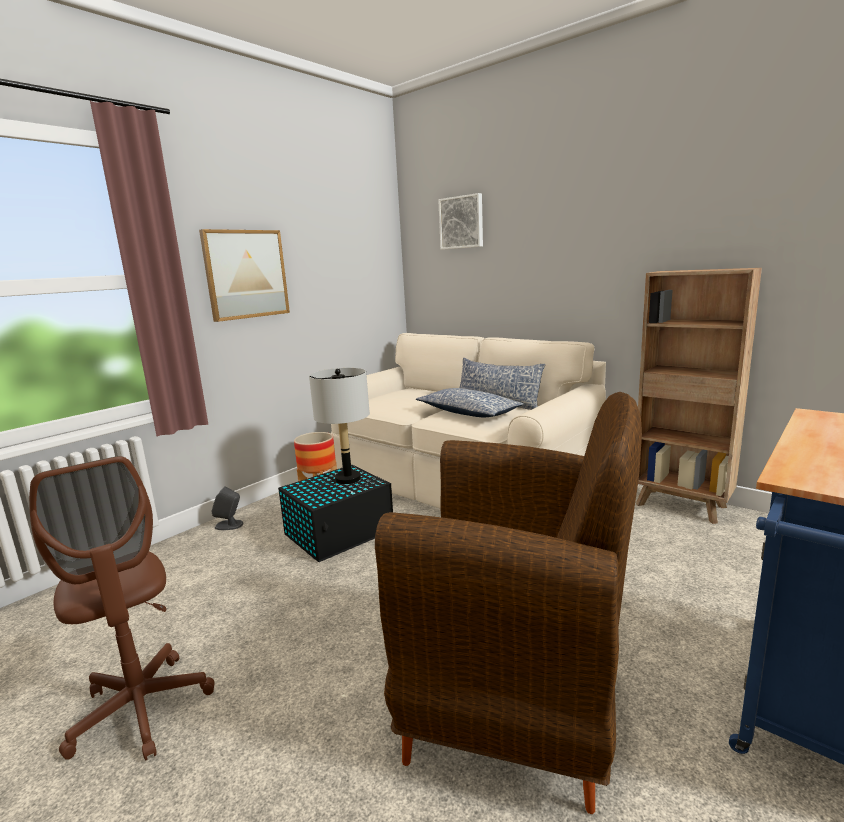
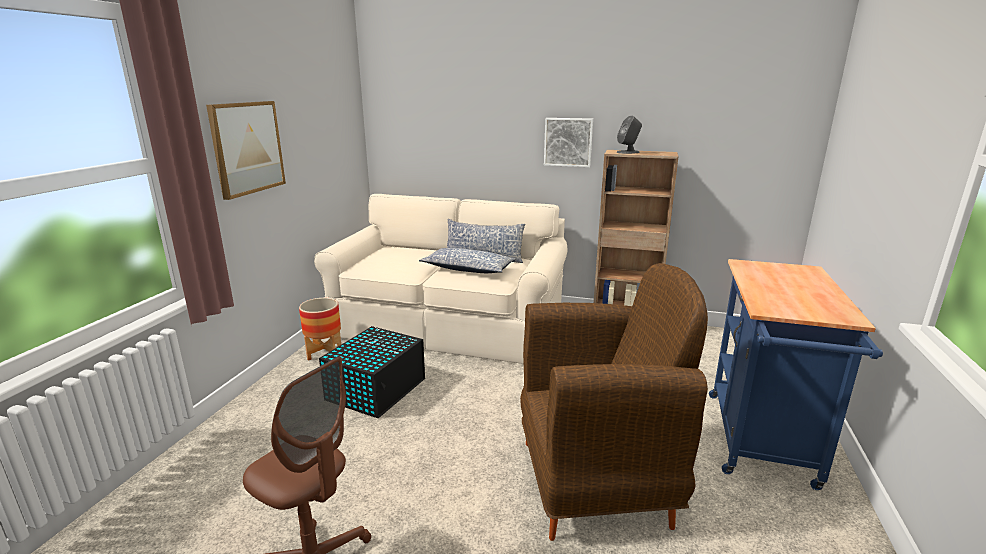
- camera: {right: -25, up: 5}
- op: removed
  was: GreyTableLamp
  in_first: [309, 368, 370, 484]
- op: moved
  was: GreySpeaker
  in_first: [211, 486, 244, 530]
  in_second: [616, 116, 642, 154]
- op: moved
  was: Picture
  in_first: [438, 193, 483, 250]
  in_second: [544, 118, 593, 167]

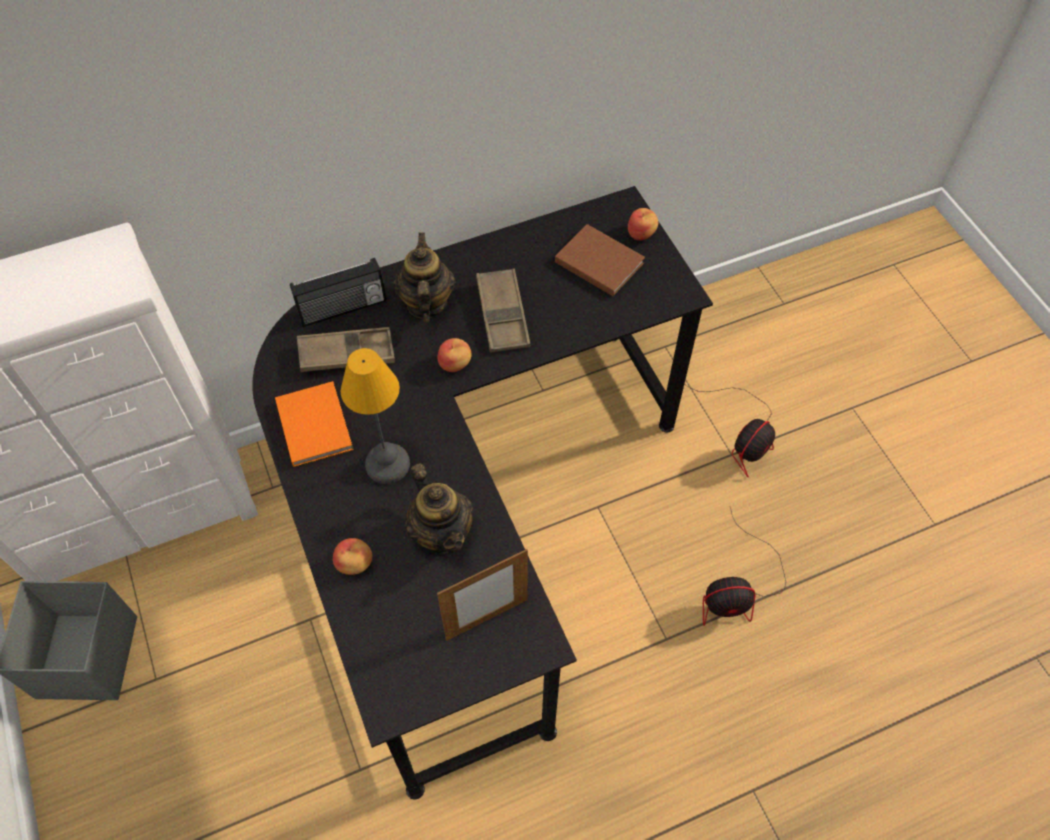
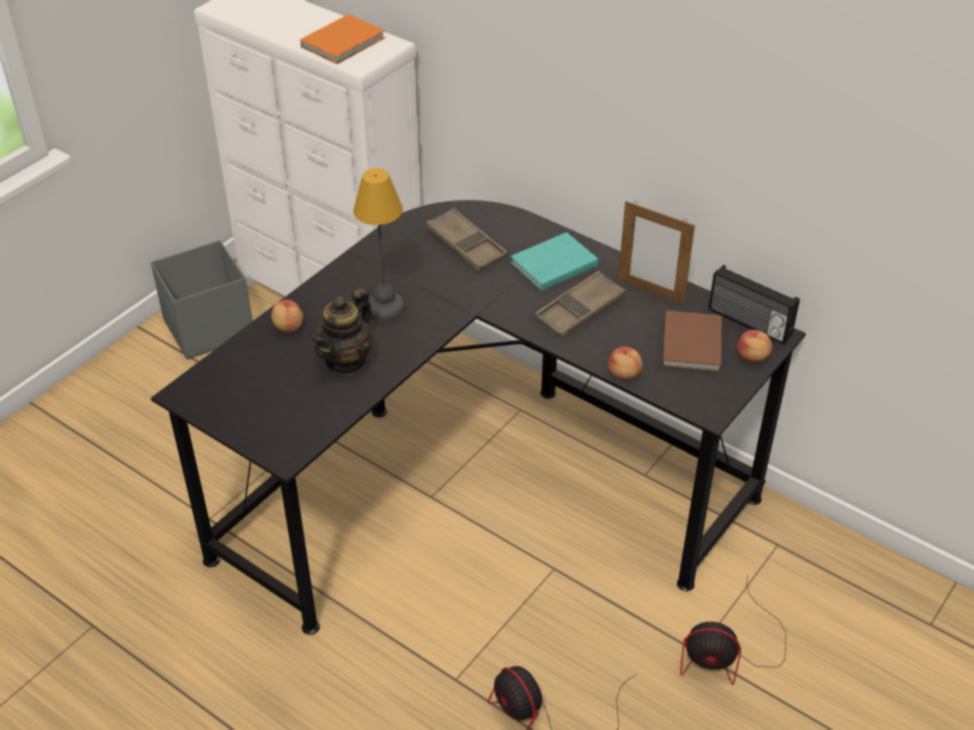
- camera: {right: 60, up: -15}
- op: moved
  was: OrangeBook
  in_first: [275, 381, 354, 467]
  in_second: [300, 14, 385, 64]
- op: moved
  was: Radio
  in_first: [290, 258, 387, 327]
  in_second: [708, 265, 800, 344]
- op: moved
  was: Apple
  in_first: [437, 338, 471, 372]
  in_second: [608, 347, 643, 380]
- op: moved
  was: PictureFrame
  in_first: [437, 549, 528, 641]
  in_second: [618, 201, 695, 305]
- op: replaced
  was: Teapot
  now: TurquoiseBook
  in_first: [393, 232, 456, 323]
  in_second: [511, 232, 598, 291]

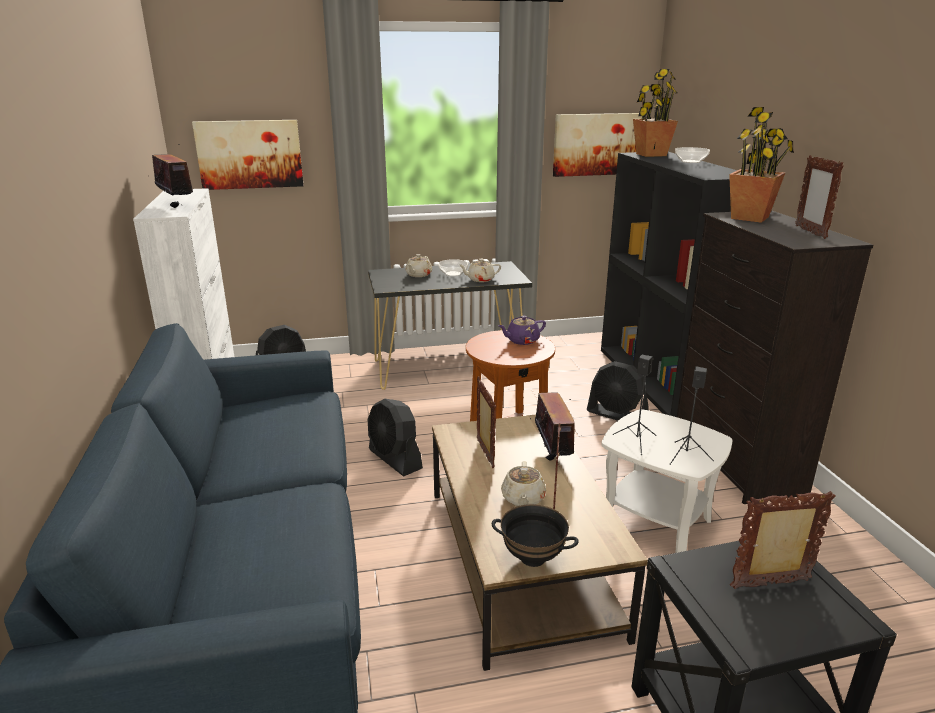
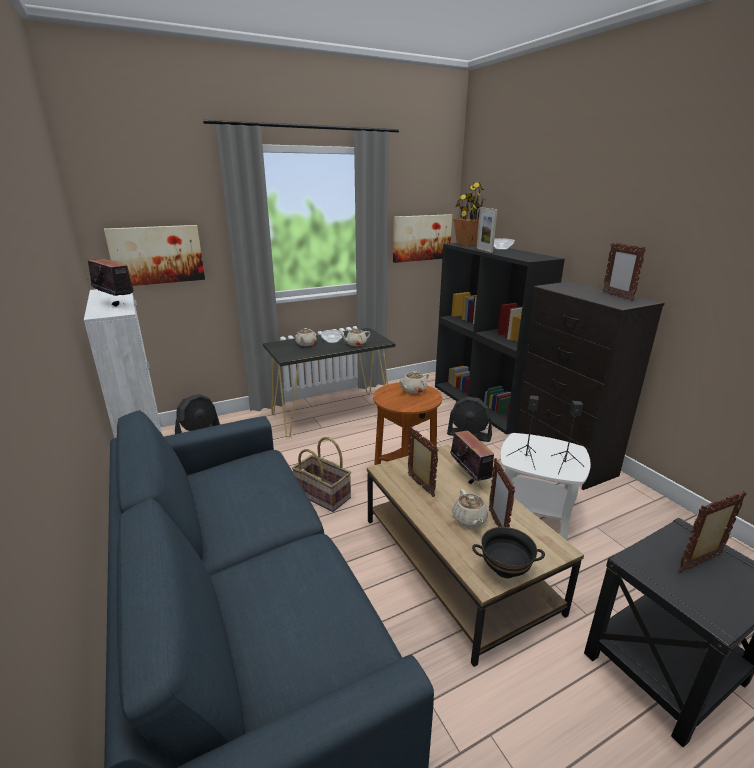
- camera: {right: -15, up: 0}
- op: removed
  was: PottedPlant
  in_first: [729, 107, 794, 223]
- op: added
  now: PictureFrame
  in_second: [476, 207, 497, 253]
- op: replaced
  was: BlackFan
  now: Basket
  in_first: [368, 399, 423, 476]
  in_second: [292, 437, 351, 512]
- op: recoloured
  was: PurpleTeapot
  now: BeigeTeapot
  in_first: [498, 316, 546, 345]
  in_second: [398, 371, 429, 394]

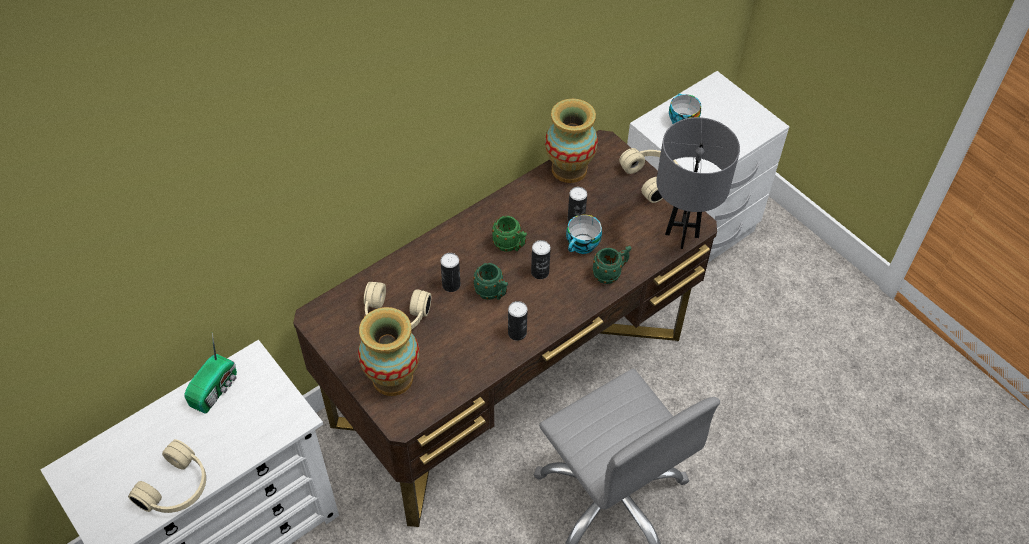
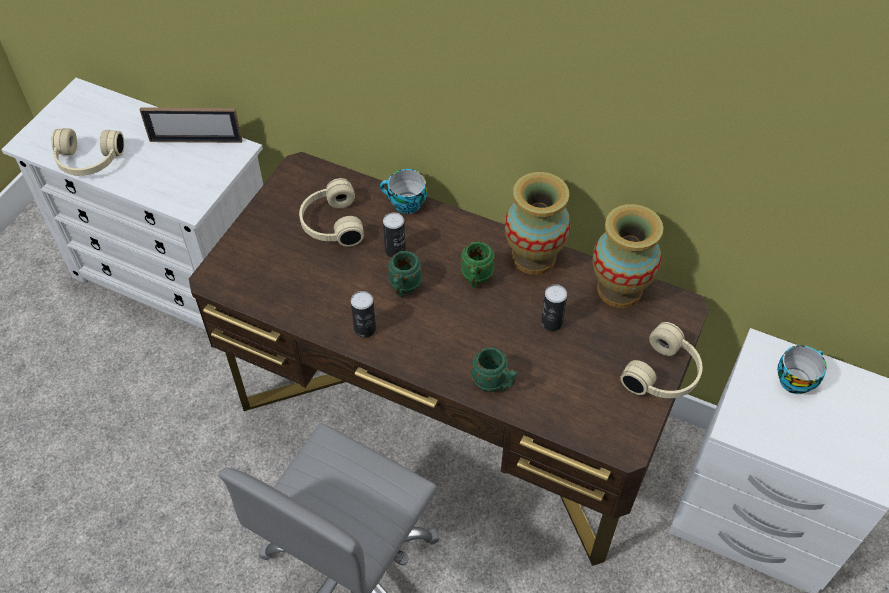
- camera: {right: 65, up: 0}
- op: removed
  was: Can
  in_first: [531, 240, 551, 279]
- op: removed
  was: GreyTableLamp
  in_first: [656, 117, 740, 249]
- op: moved
  was: Vase
  in_first: [358, 307, 420, 396]
  in_second: [505, 172, 571, 275]
- op: moved
  was: Cup
  in_first: [566, 214, 602, 254]
  in_second: [380, 169, 427, 214]
- op: replaced
  was: Radio
  now: PictureFrame
  in_first: [184, 333, 237, 413]
  in_second: [140, 107, 242, 143]

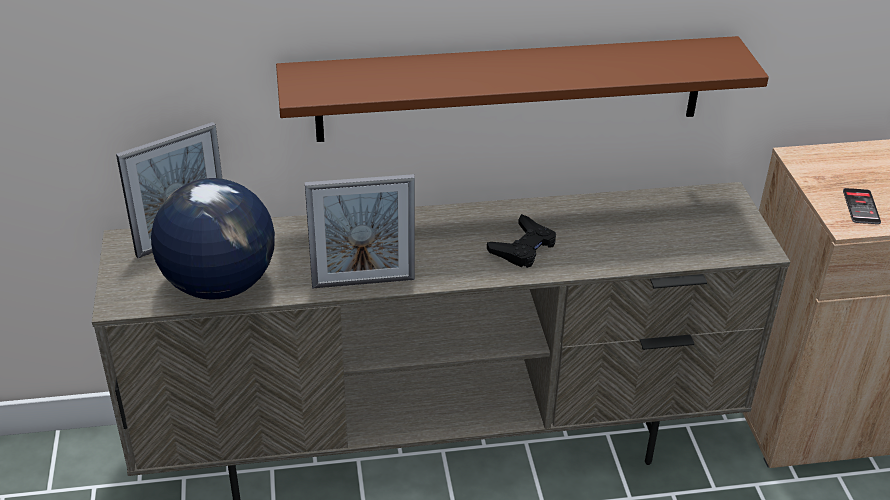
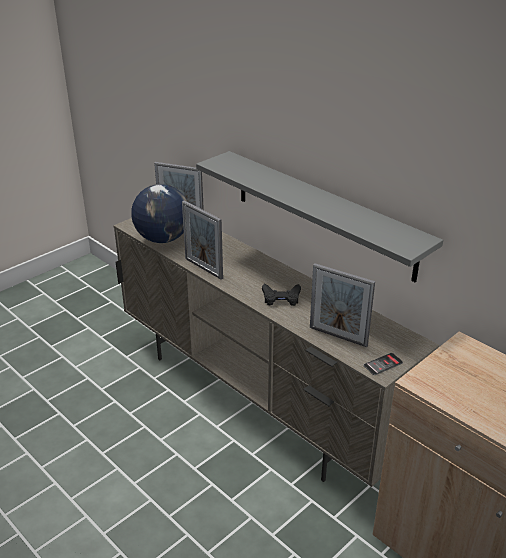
- camera: {right: 55, up: -5}
- op: added
  now: PictureFrame
  in_second: [310, 263, 375, 347]
- op: moved
  was: Phone
  in_first: [843, 188, 881, 224]
  in_second: [363, 353, 403, 375]
- op: recoloured
  was: BrownShelf
  now: GreyShelf
  in_first: [276, 36, 769, 142]
  in_second: [196, 151, 443, 283]

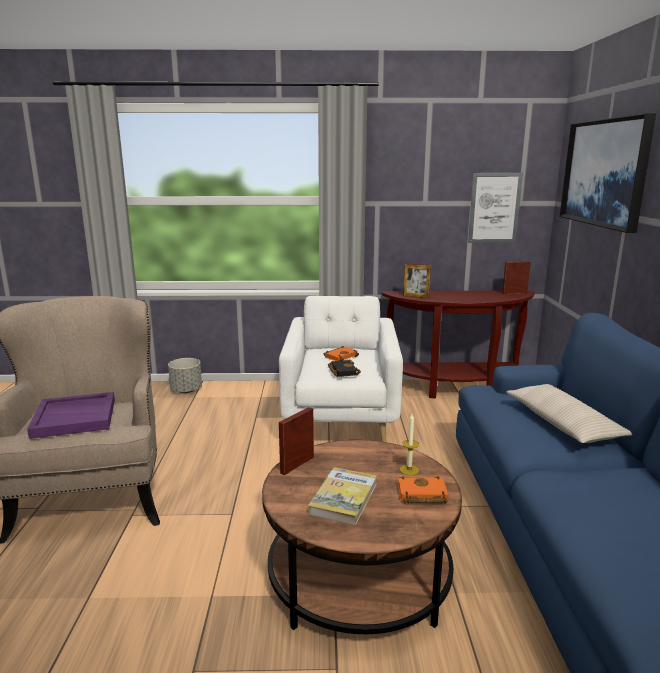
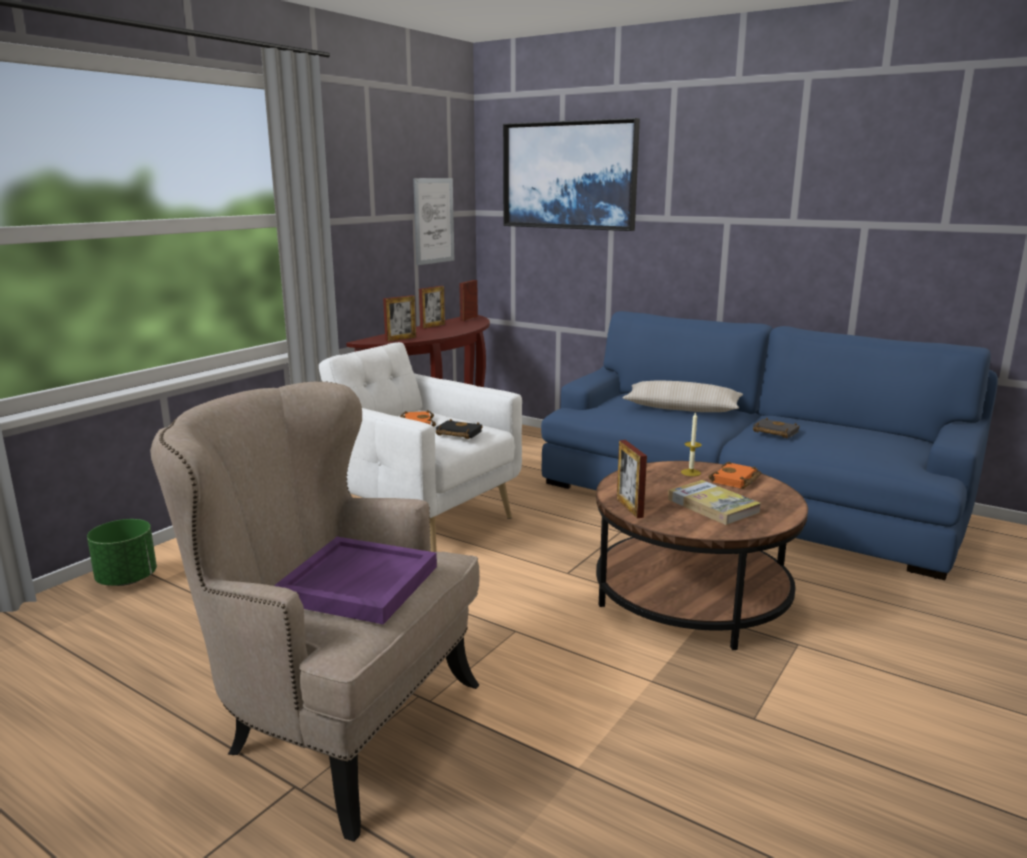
- camera: {right: -55, up: 0}
- op: added
  now: PictureFrame
  in_second: [419, 286, 445, 329]
- op: added
  now: BlackBook
  in_second: [753, 418, 800, 438]
- op: recoloured
  was: GreyPlanter
  now: GreenPlanter
  in_first: [168, 358, 202, 393]
  in_second: [87, 519, 157, 586]

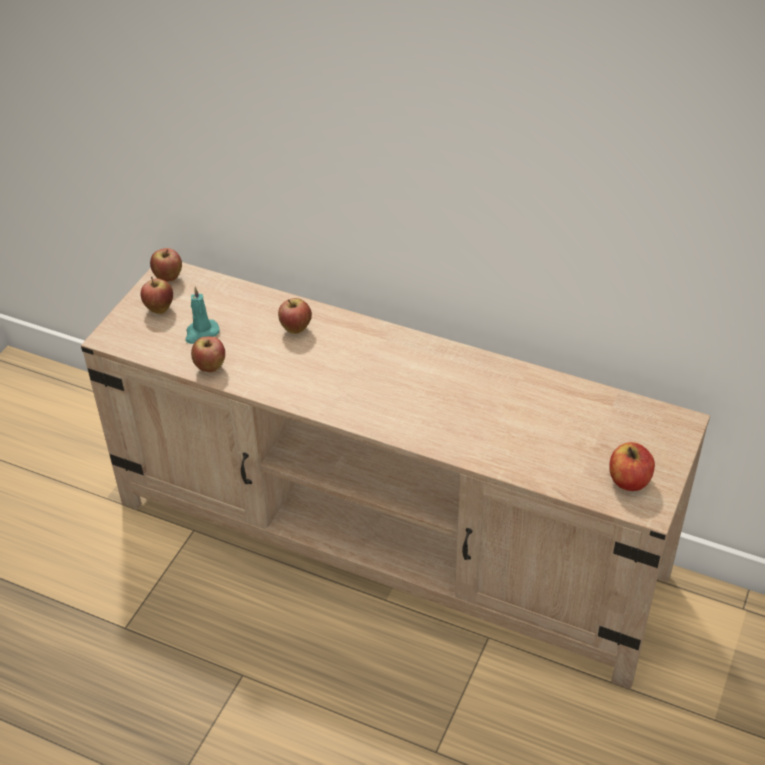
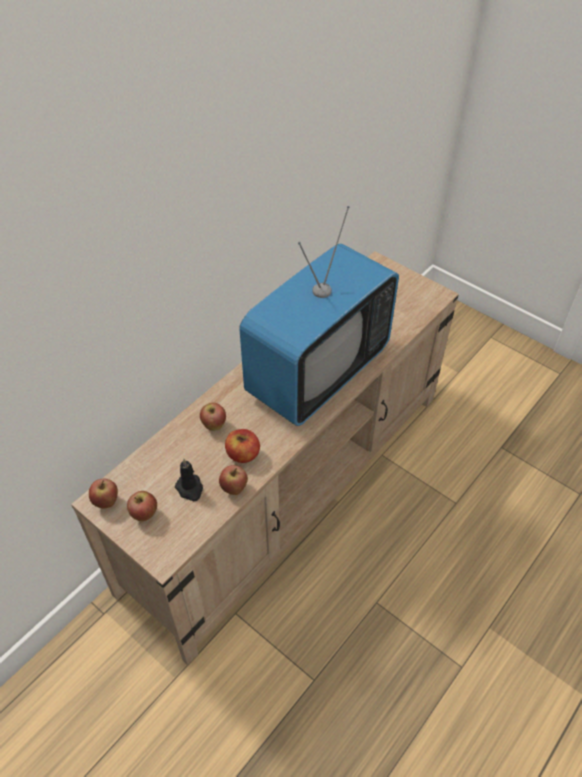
- camera: {right: -75, up: 5}
- op: added
  now: Television
  in_second: [239, 206, 399, 426]
- op: moved
  was: Apple
  in_first: [609, 442, 655, 491]
  in_second: [225, 429, 260, 463]
- op: recoloured
  was: TurquoiseCandle
  now: BlackCandle
  in_first: [185, 287, 219, 344]
  in_second: [175, 459, 203, 501]

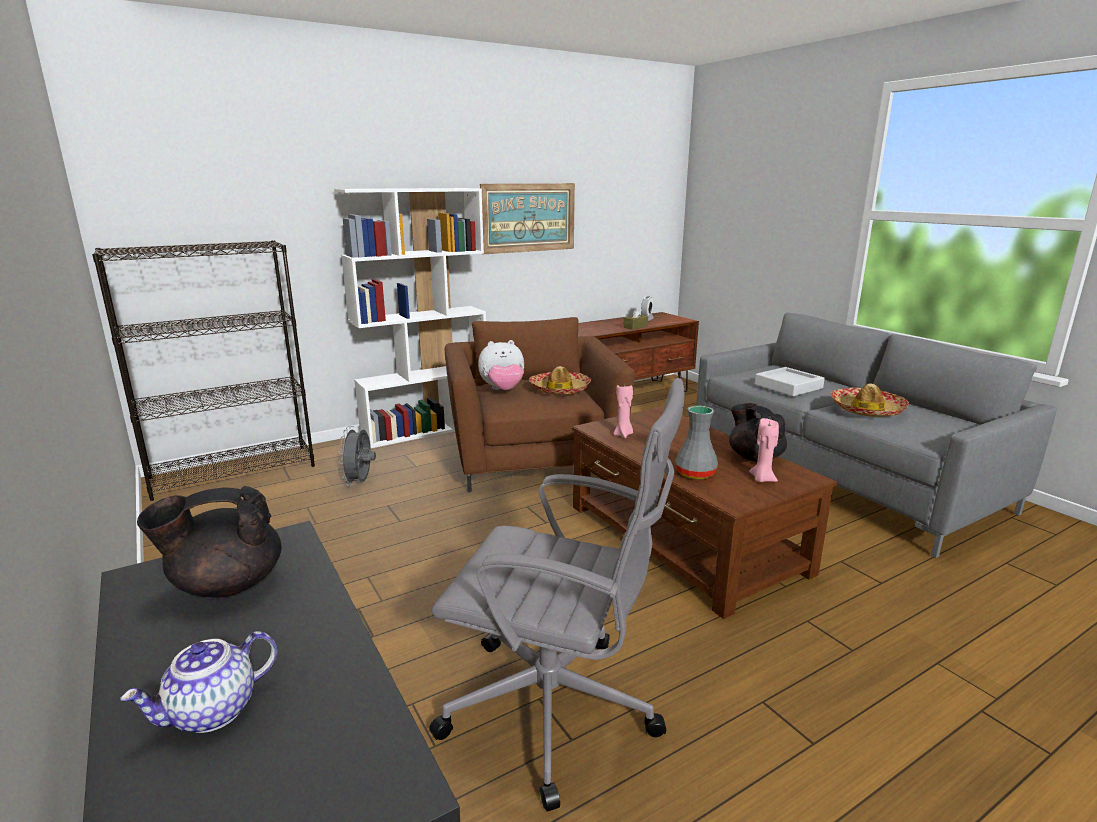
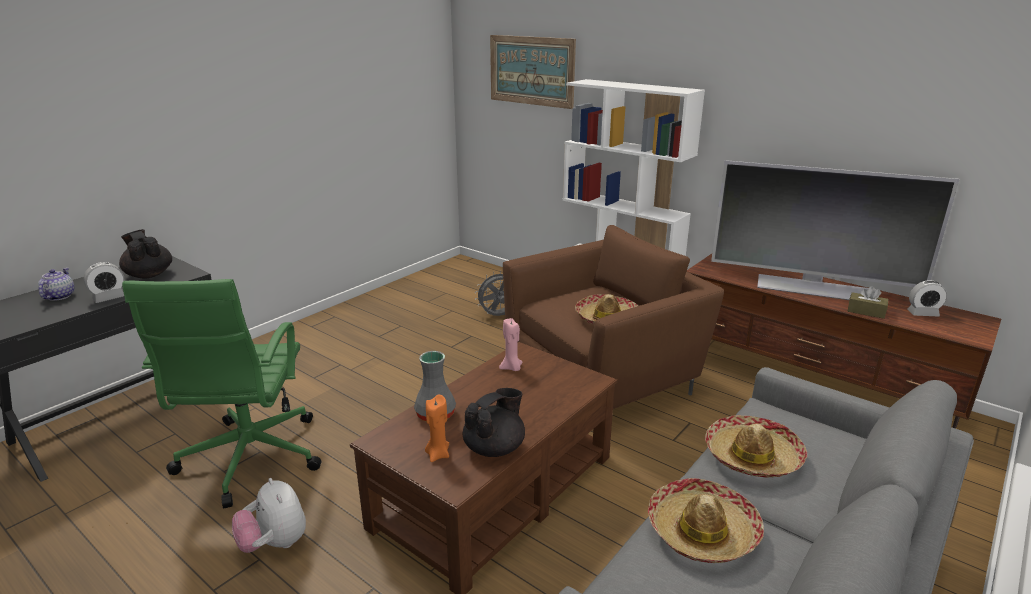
- camera: {right: 70, up: 5}
- op: removed
  was: BlackBookcase
  in_first: [92, 240, 315, 501]
- op: added
  now: AlarmClock
  in_second: [83, 262, 125, 303]
- op: added
  now: Television
  in_second: [711, 160, 960, 300]
- op: moved
  was: PlushToy
  in_first: [478, 340, 524, 390]
  in_second: [232, 478, 306, 553]
- op: moved
  was: Picture
  in_first: [480, 183, 575, 254]
  in_second: [490, 35, 576, 109]
- op: replaced
  was: GreyTray
  now: Hat
  in_first: [755, 367, 825, 396]
  in_second: [705, 415, 807, 478]
- op: recoloured
  was: GreyOfficeChair
  now: GreenOfficeChair
  in_first: [429, 378, 684, 811]
  in_second: [122, 279, 321, 508]
- op: recoloured
  was: PinkCandle
  now: OrangeCandle
  in_first: [749, 418, 779, 482]
  in_second: [425, 395, 449, 462]
- op: turned
  was: Teapot
  in_first: [120, 631, 277, 733]
  in_second: [38, 268, 74, 301]
  clockwise: 60

